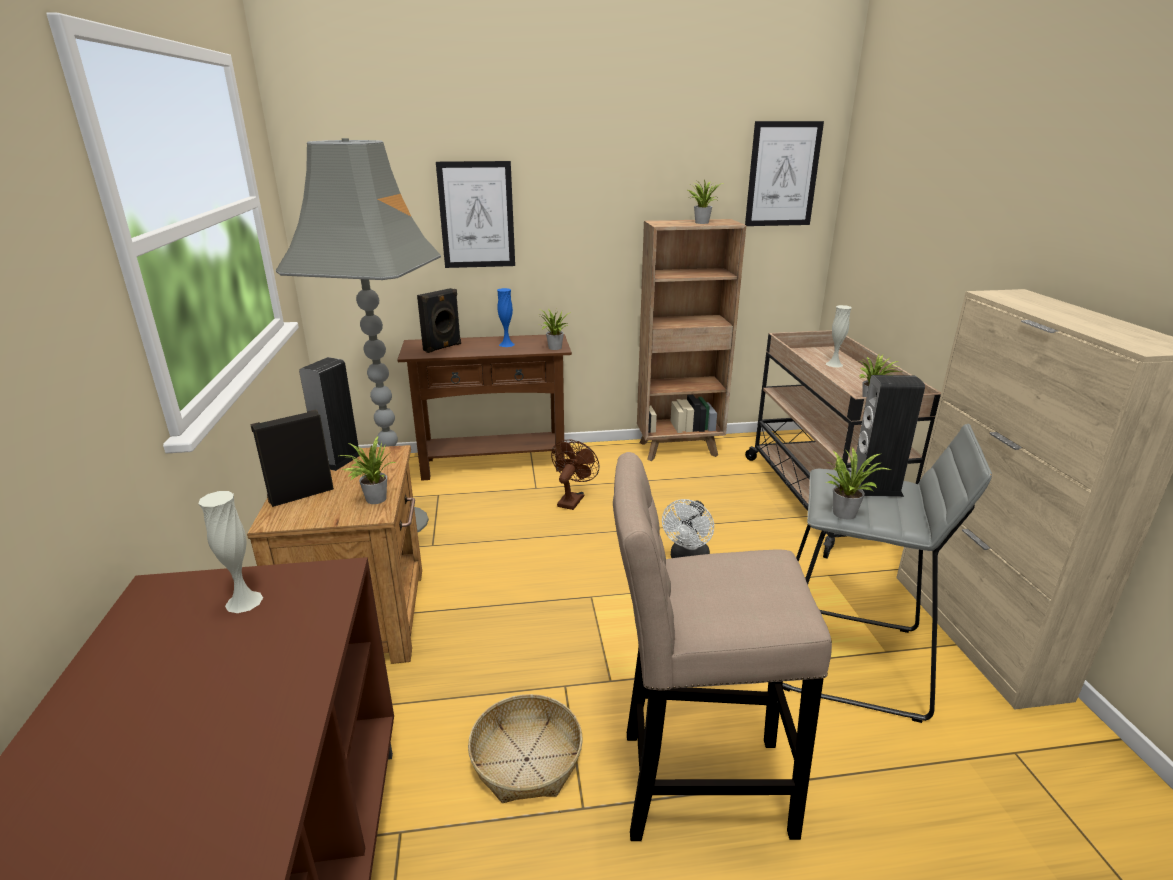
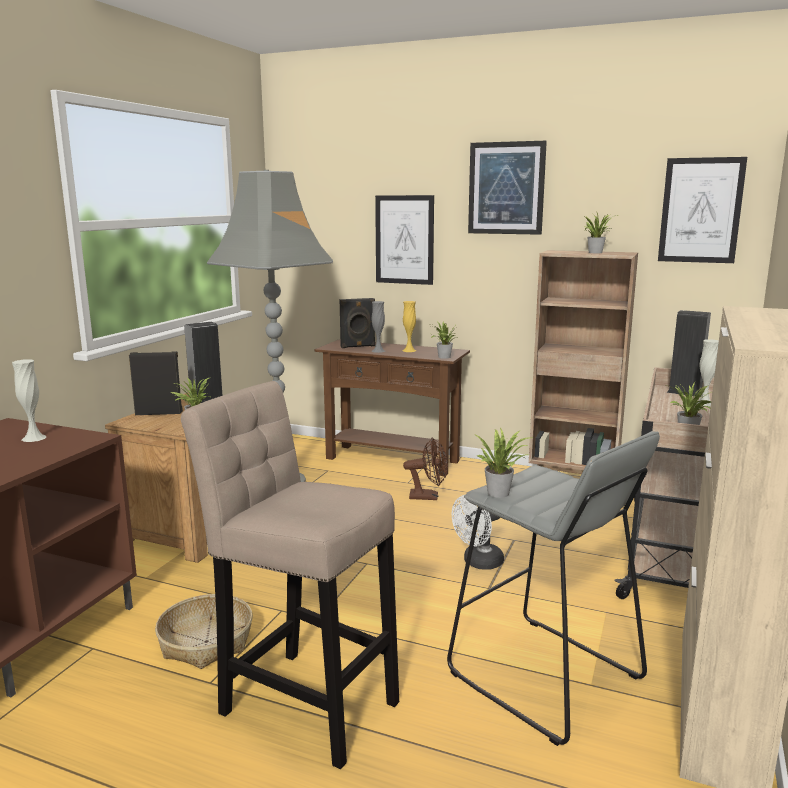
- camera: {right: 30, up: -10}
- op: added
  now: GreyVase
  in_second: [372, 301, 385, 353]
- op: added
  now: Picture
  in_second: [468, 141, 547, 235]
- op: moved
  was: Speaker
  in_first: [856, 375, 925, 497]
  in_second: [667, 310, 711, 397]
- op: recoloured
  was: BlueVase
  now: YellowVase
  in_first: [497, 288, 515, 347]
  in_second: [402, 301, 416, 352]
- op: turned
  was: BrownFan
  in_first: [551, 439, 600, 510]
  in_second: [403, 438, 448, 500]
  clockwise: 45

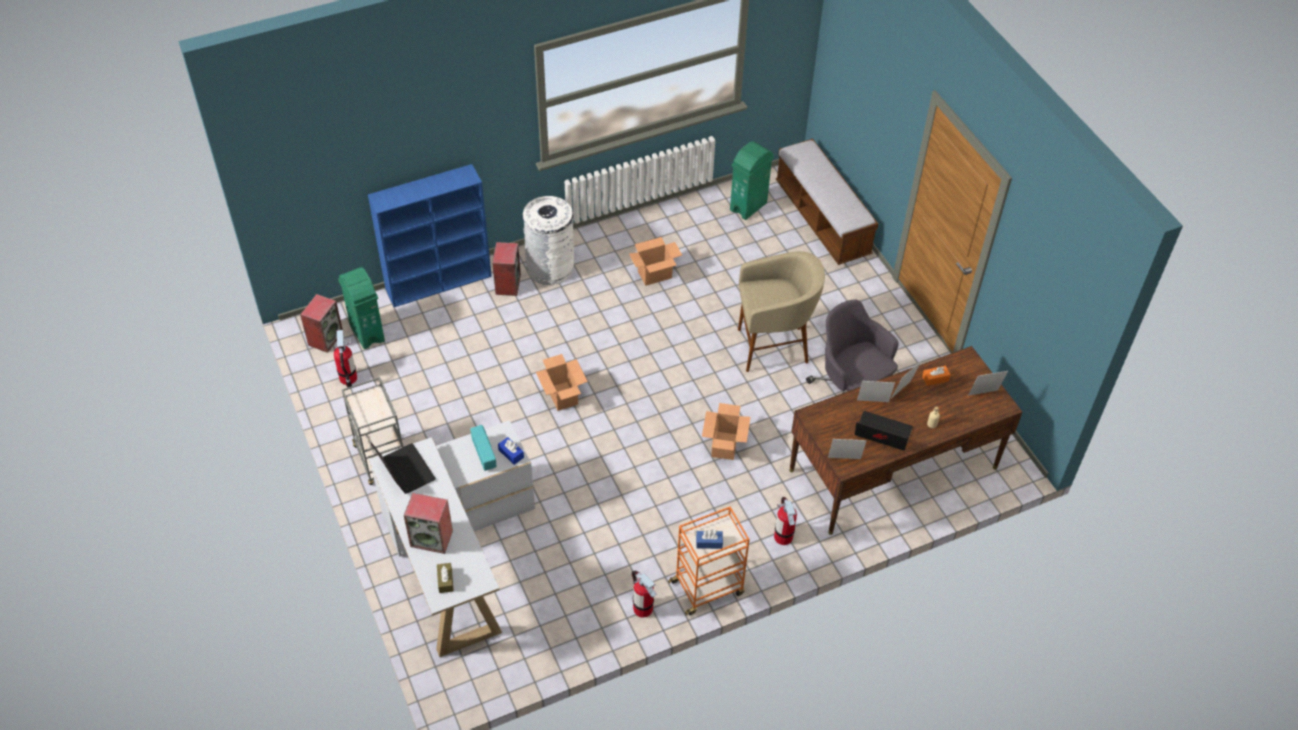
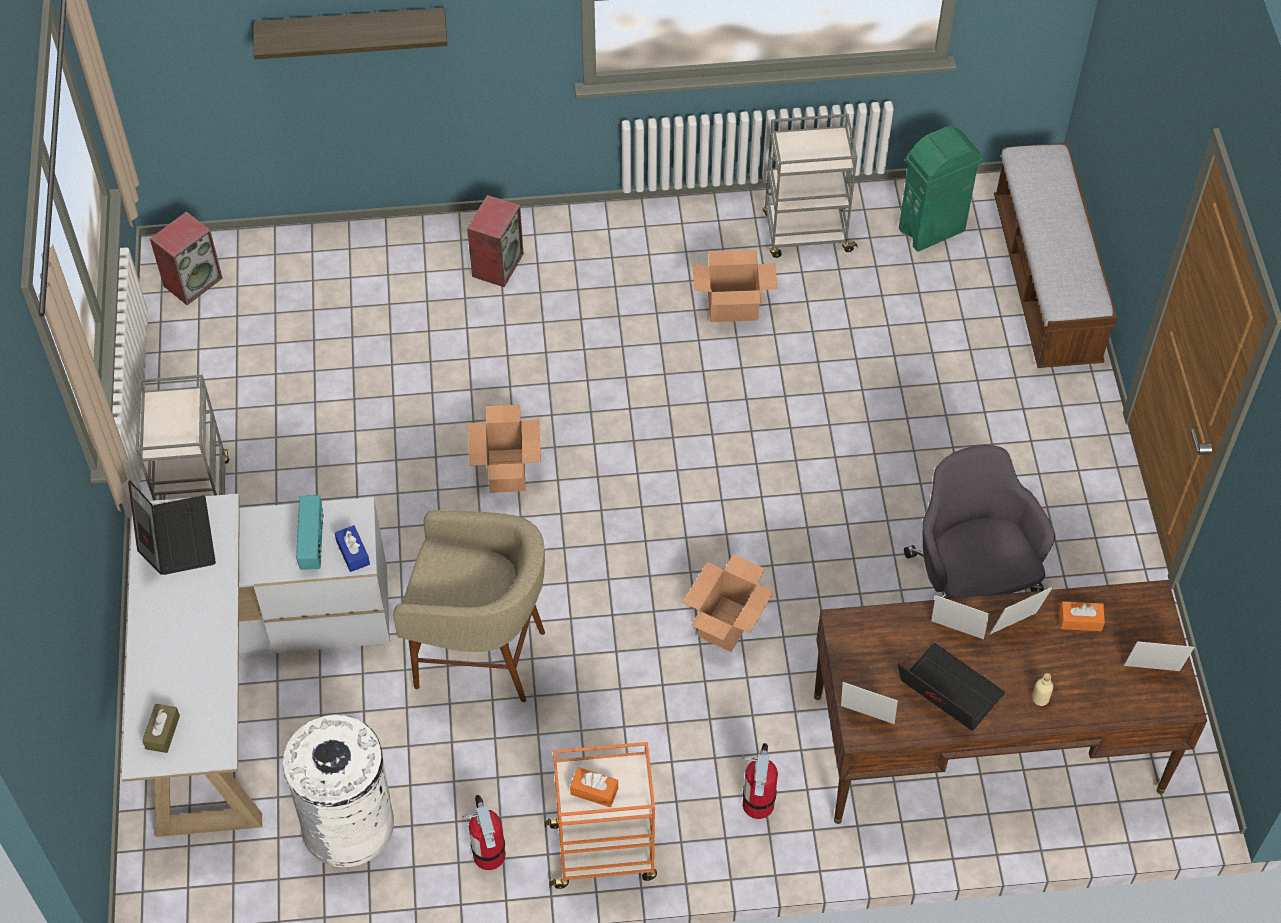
- camera: {right: 20, up: 5}
- op: removed
  was: FireExtinguisher
  in_first: [334, 330, 357, 388]
- op: removed
  was: GreenTrashCan
  in_first: [338, 267, 385, 349]
- op: removed
  was: BlueBookcase
  in_first: [368, 164, 492, 307]
- op: removed
  was: Speaker
  in_first: [404, 493, 453, 554]
- op: added
  now: Shelf
  in_second: [253, 8, 447, 60]
- op: added
  now: GreyCart
  in_second: [762, 114, 858, 258]
- op: moved
  was: WhiteTrashCan
  in_first: [523, 196, 574, 285]
  in_second: [283, 714, 394, 867]
- op: moved
  was: BeigeStool
  in_first: [738, 251, 825, 372]
  in_second: [393, 510, 545, 702]
- op: recoloured
  was: BlueTissueBox
  now: OrangeTissueBox
  in_first: [696, 530, 723, 549]
  in_second: [570, 767, 618, 807]

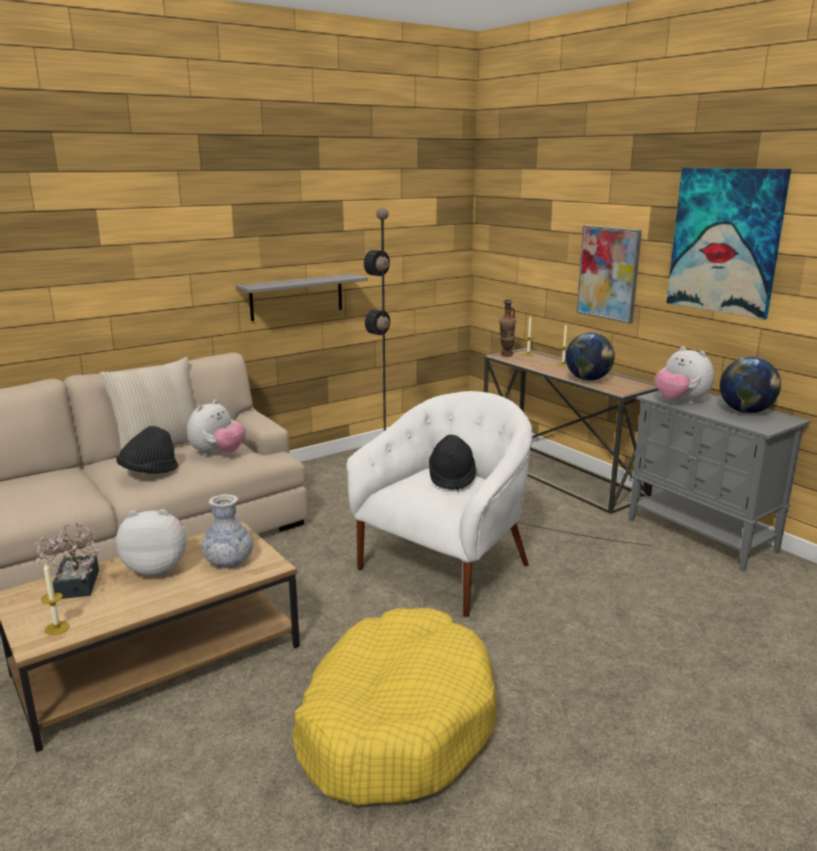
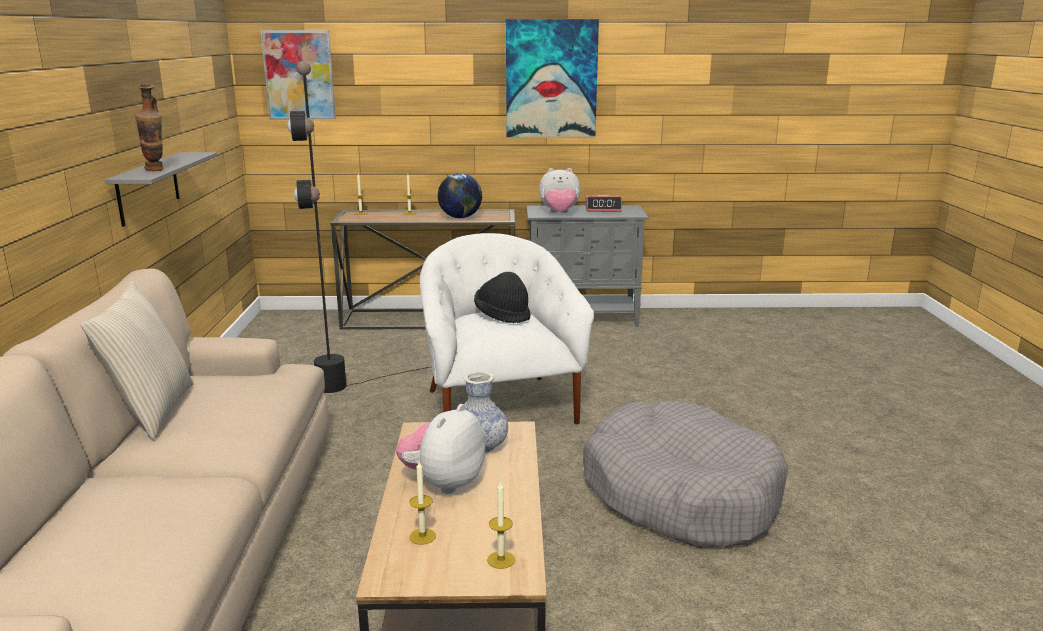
- camera: {right: -55, up: 0}
- op: removed
  was: BlackHat
  in_first: [116, 426, 178, 474]
- op: removed
  was: PlushToy
  in_first: [187, 400, 245, 456]
- op: moved
  was: Vase
  in_first: [499, 299, 516, 356]
  in_second: [135, 84, 164, 171]
- op: moved
  was: Picture
  in_first: [576, 225, 642, 324]
  in_second: [260, 30, 336, 119]
- op: replaced
  was: PottedPlant
  now: Candle
  in_first: [35, 523, 101, 599]
  in_second: [409, 461, 436, 545]
- op: replaced
  was: Globe
  now: AlarmClock
  in_first: [720, 357, 781, 413]
  in_second: [586, 195, 622, 212]
- op: recoloured
  was: YellowDogBed
  now: GreyDogBed
  in_first: [292, 608, 498, 806]
  in_second: [583, 401, 788, 548]

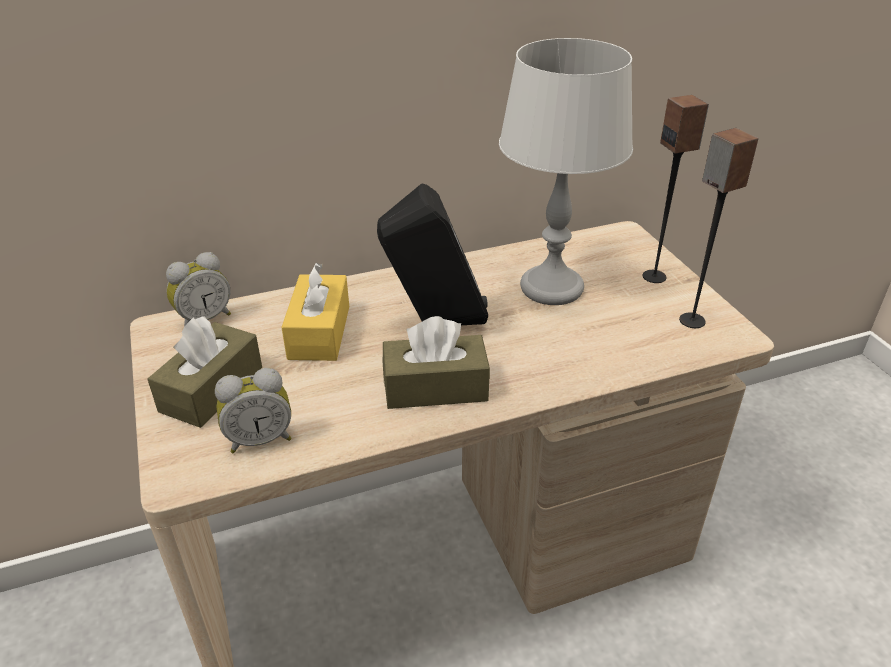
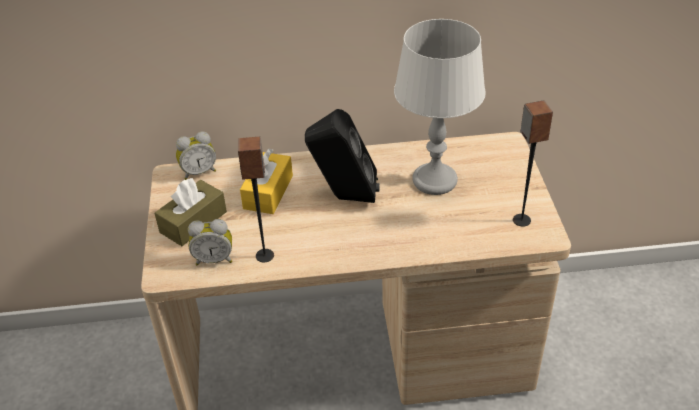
- camera: {right: 15, up: 5}
- op: removed
  was: BrownTissueBox
  in_first: [383, 316, 490, 409]
- op: moved
  was: Speaker
  in_first: [643, 95, 709, 283]
  in_second: [238, 137, 274, 262]

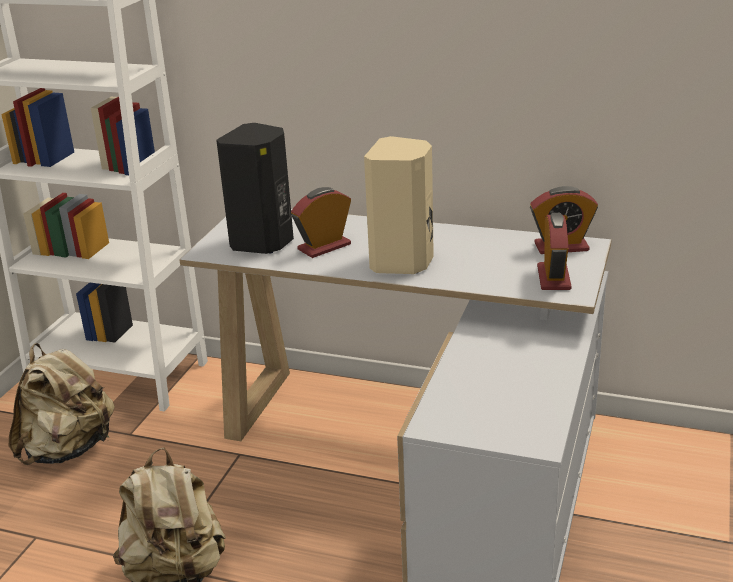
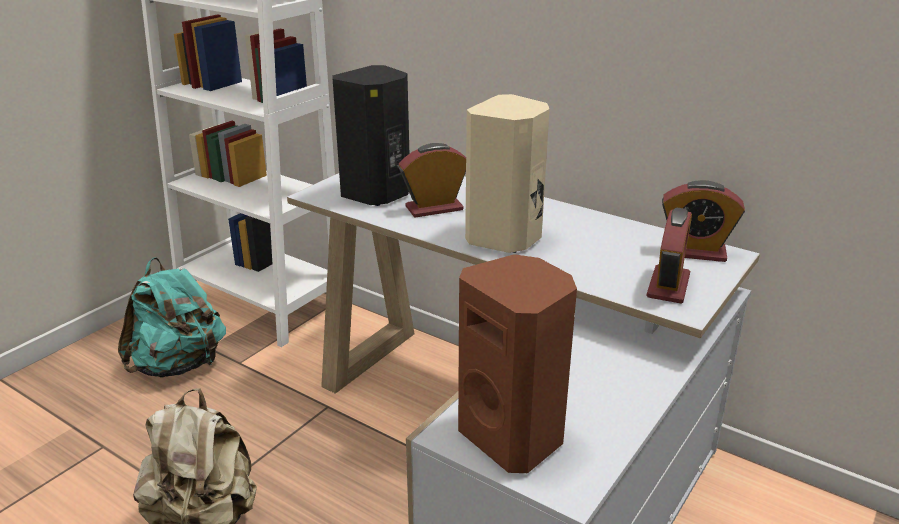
- camera: {right: 15, up: 0}
- op: added
  now: BrownSpeaker
  in_second: [458, 254, 577, 473]
- op: recoloured
  was: BeigeBackpack
  now: TurquoiseBackpack
  in_first: [9, 343, 115, 465]
  in_second: [118, 257, 226, 378]

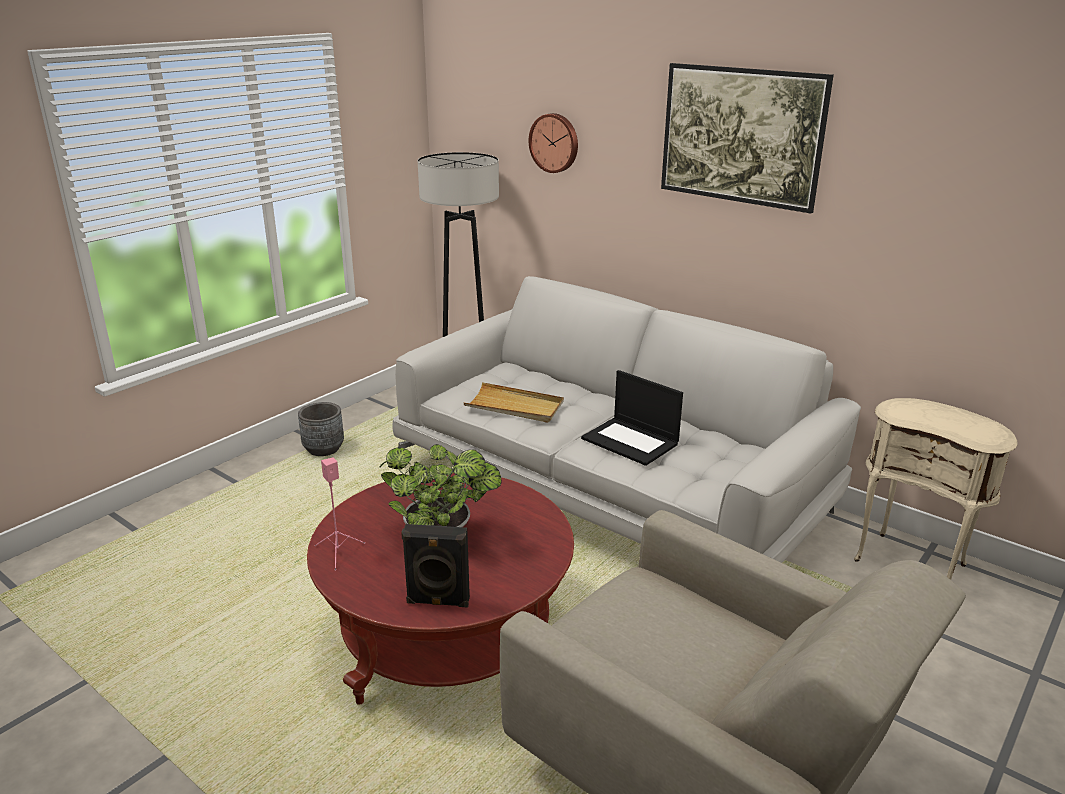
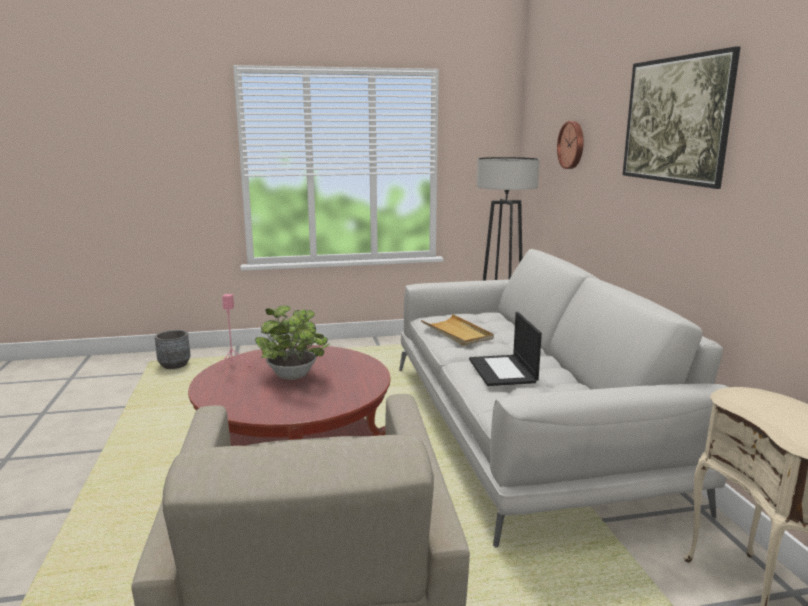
- camera: {right: 40, up: -10}
- op: removed
  was: BlackSpeaker
  in_first: [401, 524, 470, 608]
- op: moved
  was: GreyPlanter
  in_first: [298, 402, 344, 456]
  in_second: [155, 330, 190, 369]

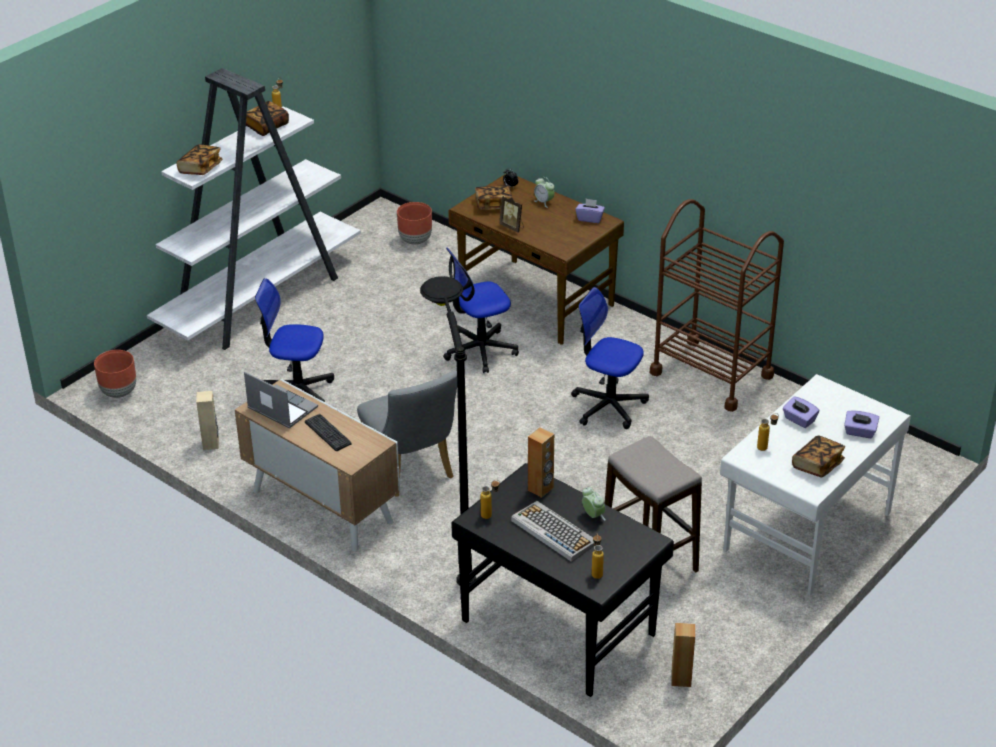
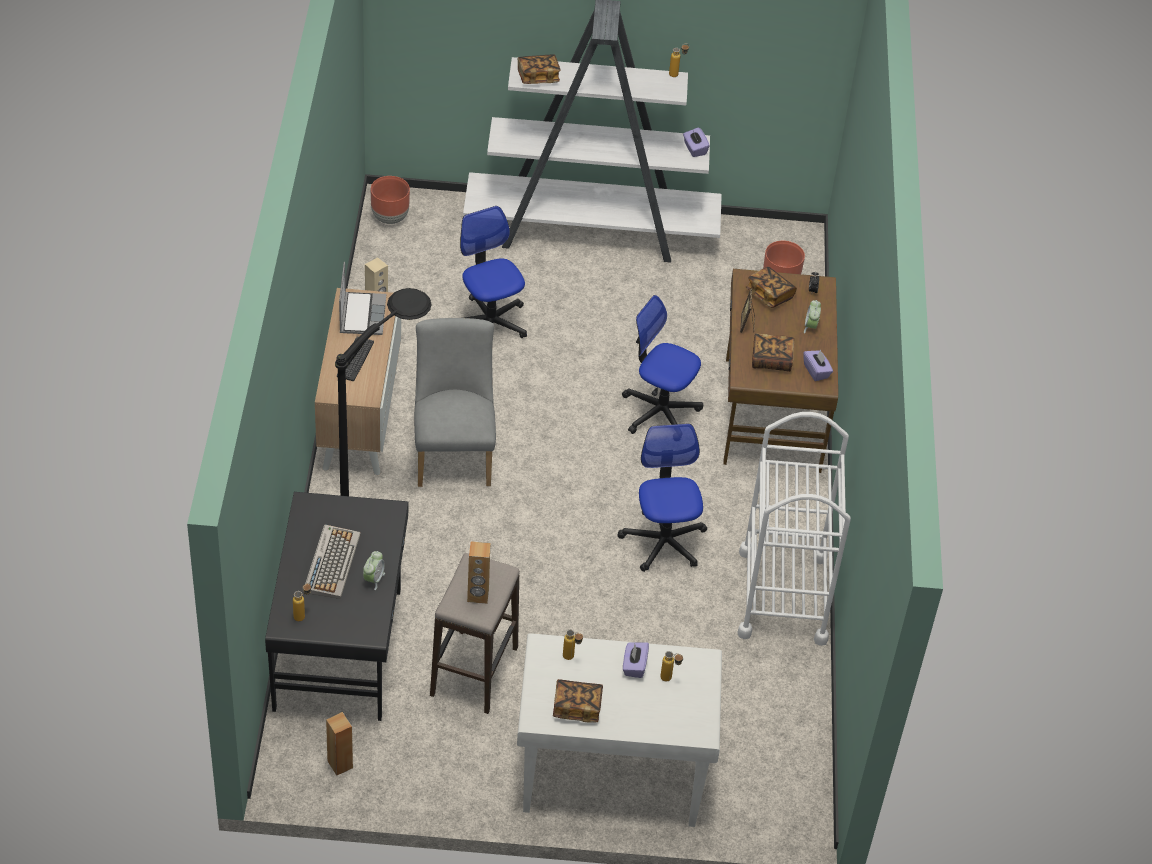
- camera: {right: 50, up: 10}
- op: moved
  was: Book
  in_first: [246, 101, 289, 136]
  in_second: [752, 333, 794, 372]
- op: moved
  was: Bottle
  in_first: [480, 480, 500, 519]
  in_second: [660, 651, 683, 682]
- op: moved
  was: BrownSpeaker
  in_first: [528, 427, 554, 498]
  in_second: [467, 541, 490, 604]
- op: moved
  was: PurpleTissueBox
  in_first: [844, 410, 879, 438]
  in_second: [683, 127, 710, 157]
- op: recoloured
  was: BrownCart
  now: WhiteCart
  in_first: [650, 199, 784, 412]
  in_second: [738, 412, 851, 646]
- op: turned
  was: GreyChair
  in_first: [357, 370, 457, 497]
  in_second: [414, 318, 496, 487]
  clockwise: 150

